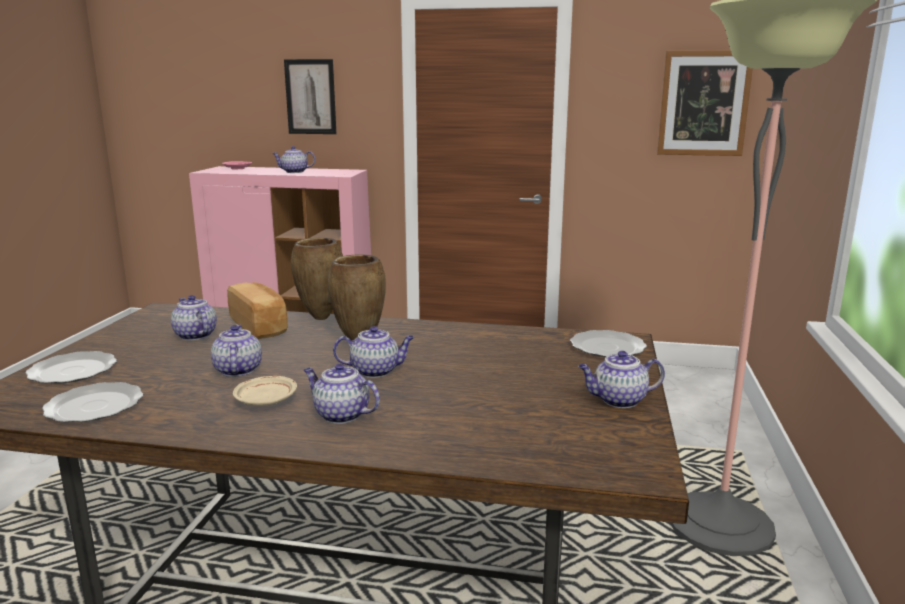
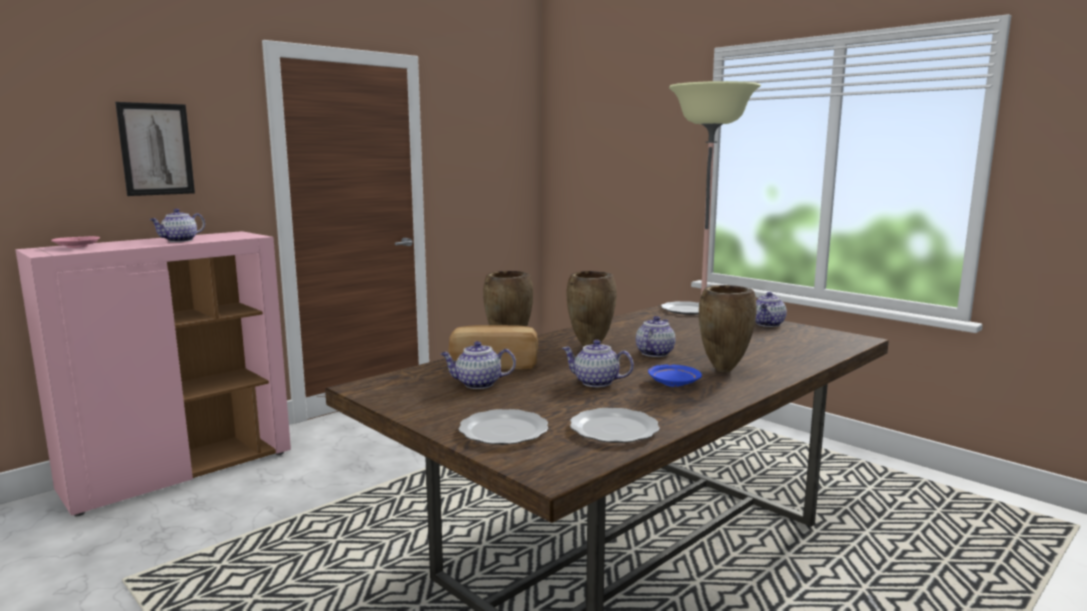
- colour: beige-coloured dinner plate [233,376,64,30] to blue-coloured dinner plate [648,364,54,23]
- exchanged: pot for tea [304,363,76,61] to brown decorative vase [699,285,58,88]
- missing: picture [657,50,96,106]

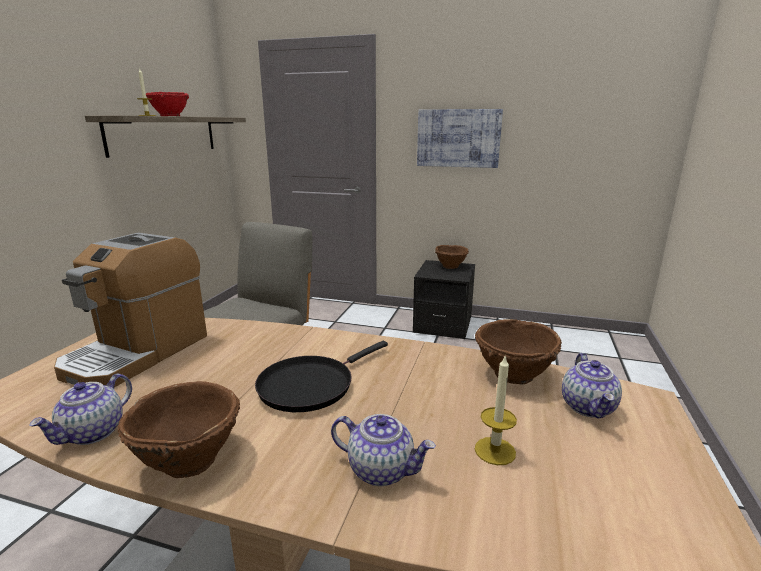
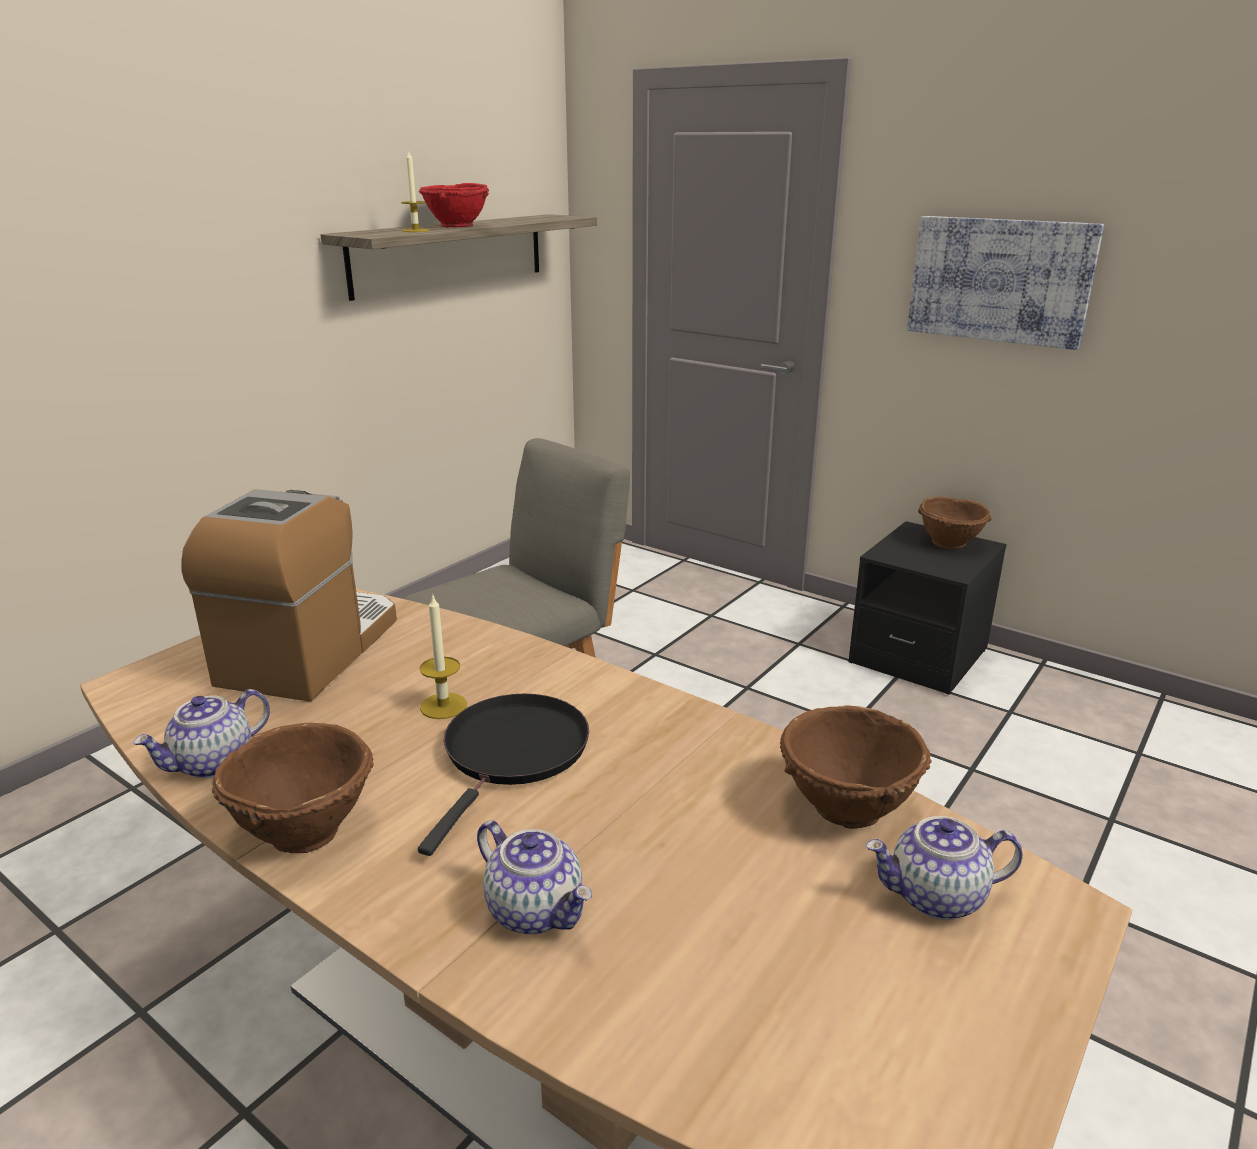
- spun: coffee maker [54,233,153,154] = [182,489,215,213] 150 degrees clockwise
- spun: black-coloured pan [255,341,133,71] = [418,694,171,162] 135 degrees clockwise
- relocated: wax light [475,354,42,111] to [419,594,48,125]
- spun: pot for tea [562,353,60,66] = [866,816,157,104] 60 degrees clockwise

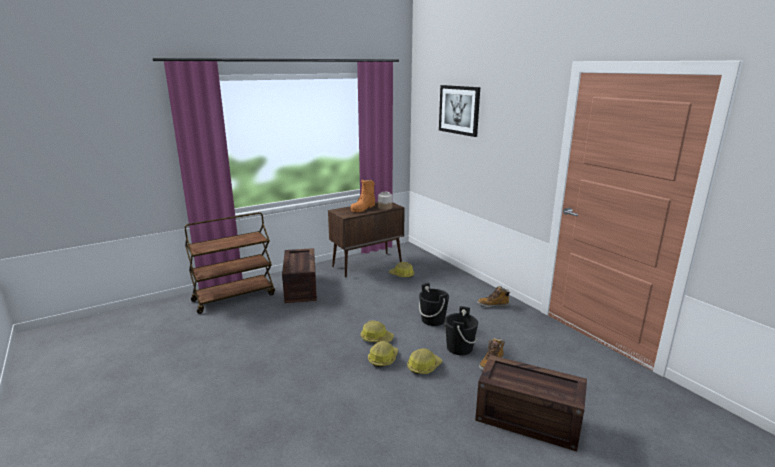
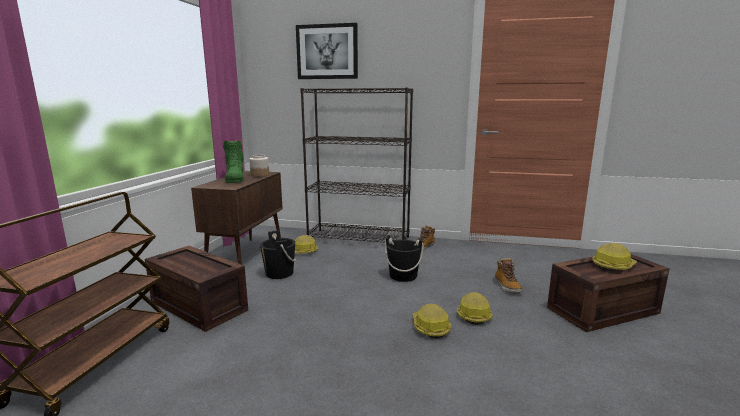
- colour: orange tall boot [351,179,24,33] to green tall boot [223,141,21,42]
- relocated: black-coloured bucket [445,306,33,49] to [260,230,36,49]
- appeared: black-coloured bookcase [300,87,113,155]
- relocated: hard hat [361,320,33,22] to [592,243,45,28]

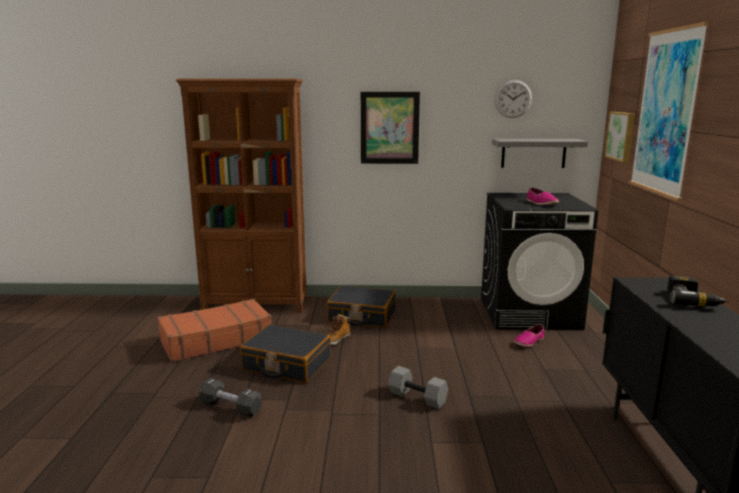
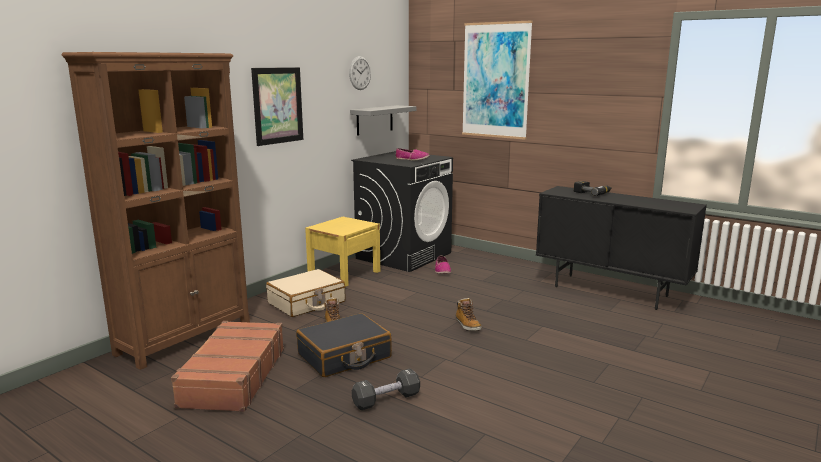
- colour: black-coloured suitcase [327,286,69,42] to beige-coloured suitcase [266,269,80,48]
- appeared: yellowish night table [305,217,75,70]
- exchanged: grey free weight [388,366,60,43] to tall boot [456,298,26,33]
- missing: picture [604,112,31,50]

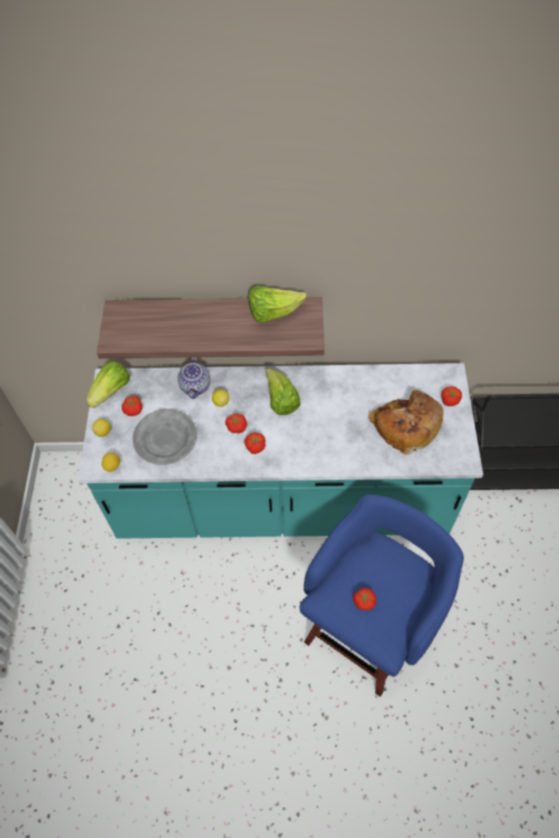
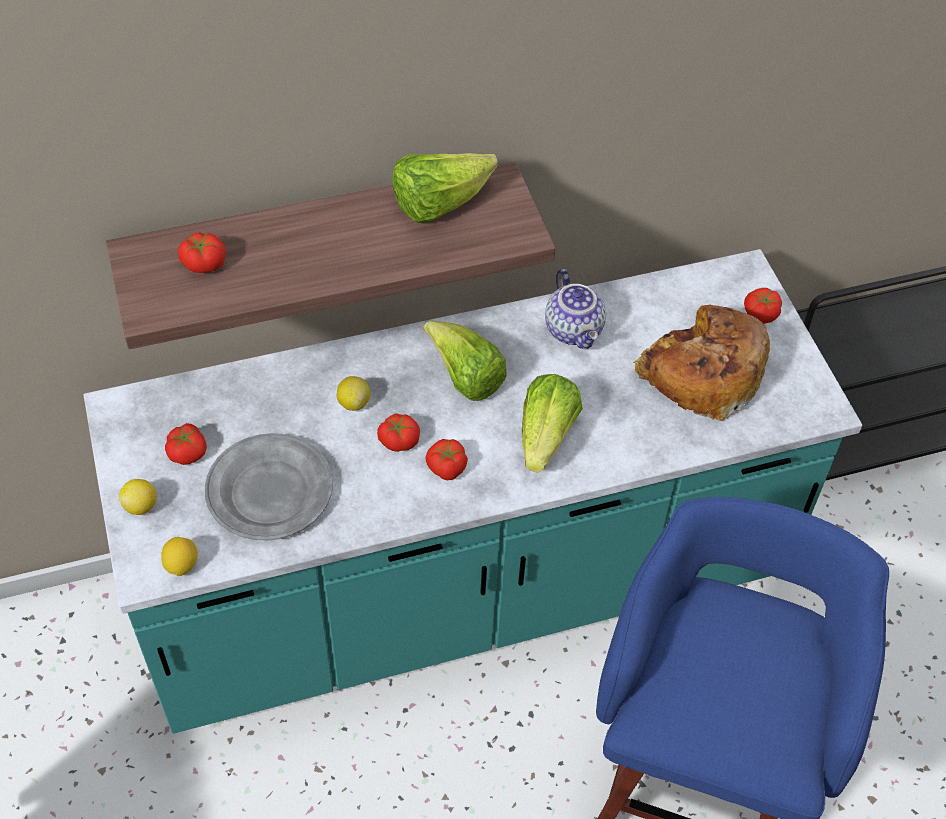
- relocated: whole tomato [353,588,24,22] to [178,232,48,41]
- relocated: lettuce [86,361,44,47] to [522,374,61,98]
- relocated: pot for tea [178,357,32,42] to [545,269,61,80]

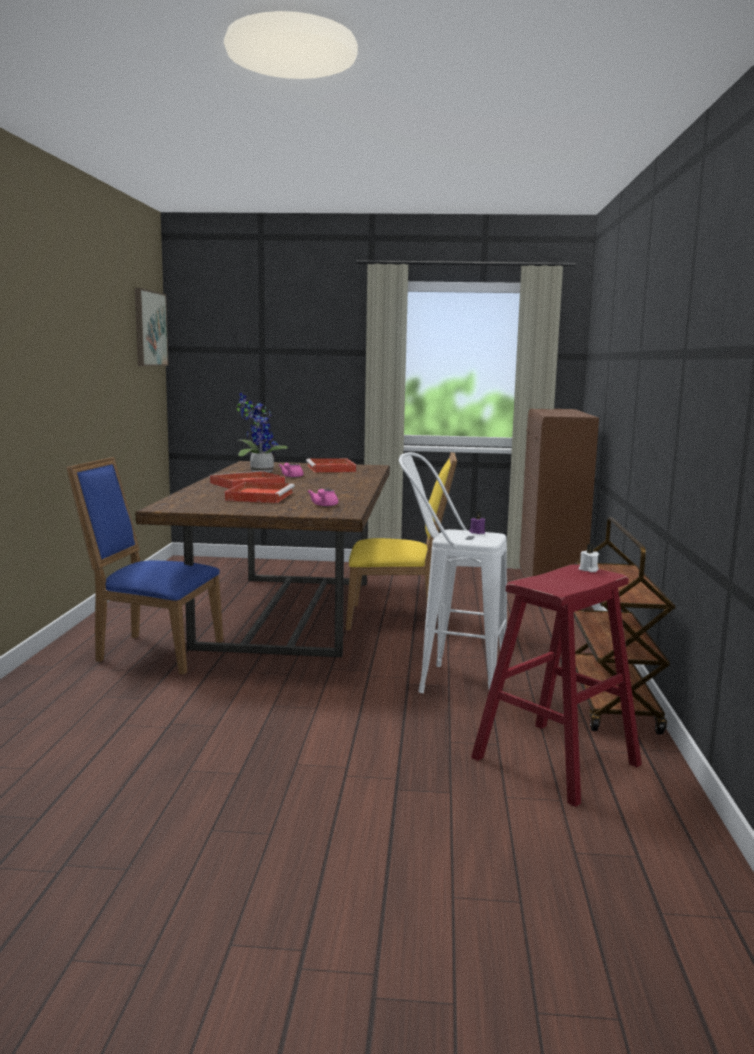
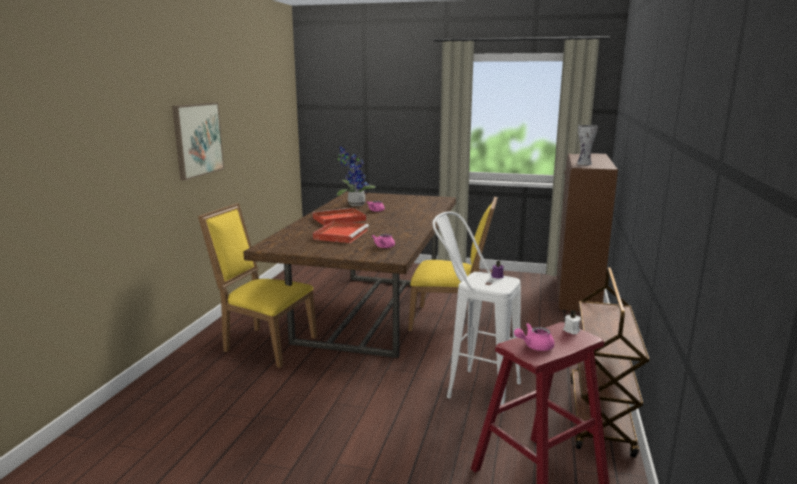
- relocated: picture [135,288,34,78] to [172,102,52,79]
- colour: blue-coloured plain chair [66,457,158,217] to yellowish plain chair [198,203,119,165]
- appeared: pink-coloured pot for tea [514,323,41,28]
- appeared: decorative vase [577,125,21,40]
- missing: red-coloured serving tray [306,458,50,14]

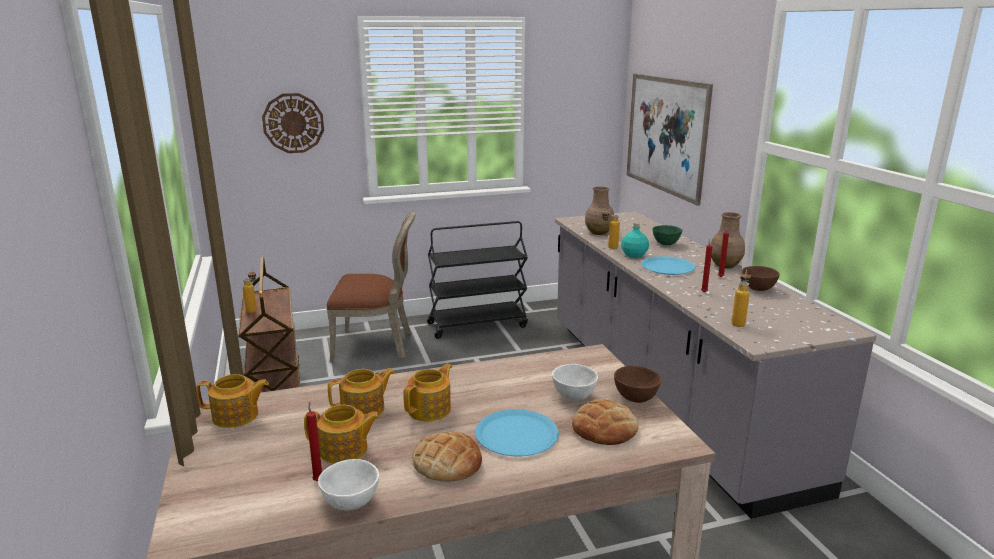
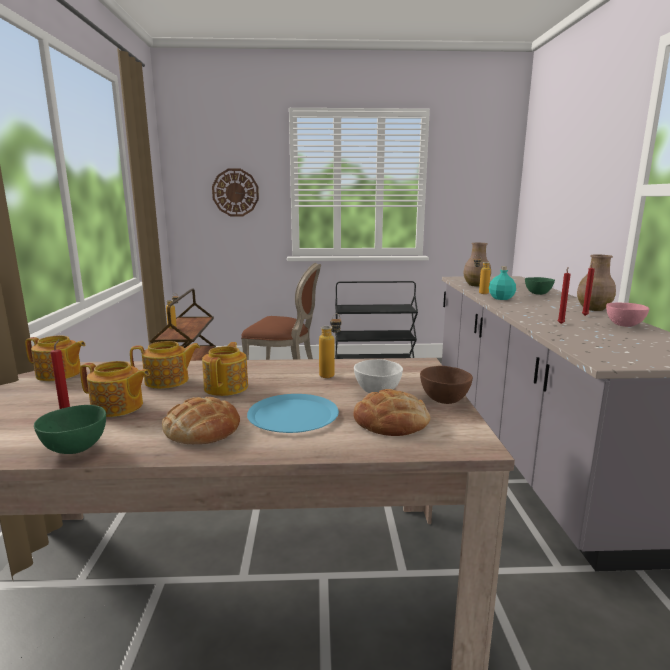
- colour: white bowl [318,459,61,51] to green bowl [34,405,72,49]
- spun: pot for tea [403,364,49,57] = [202,342,46,54] 45 degrees counterclockwise
- relocated: bottle [731,270,20,57] to [319,313,22,65]
- colour: brown bowl [742,266,38,25] to pink-coloured bowl [606,303,43,24]
- missing: picture [626,74,87,132]
- missing: blue-coloured dinner plate [641,256,55,19]

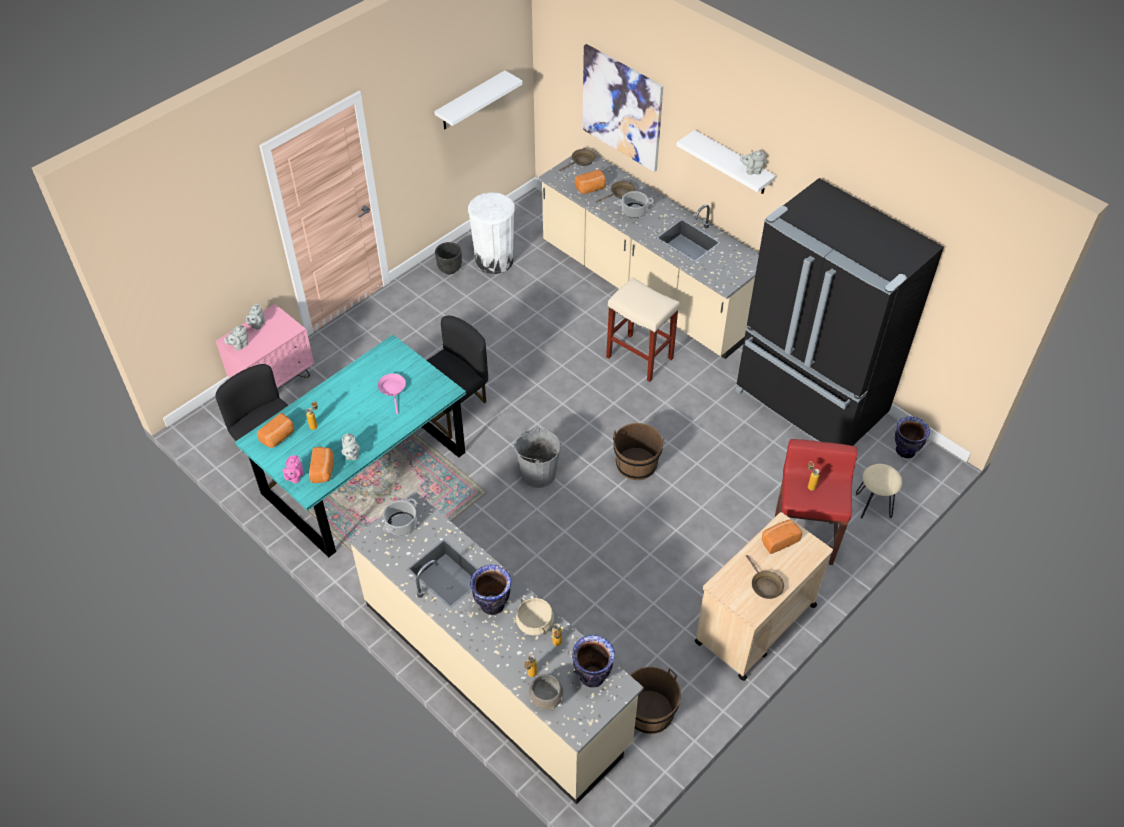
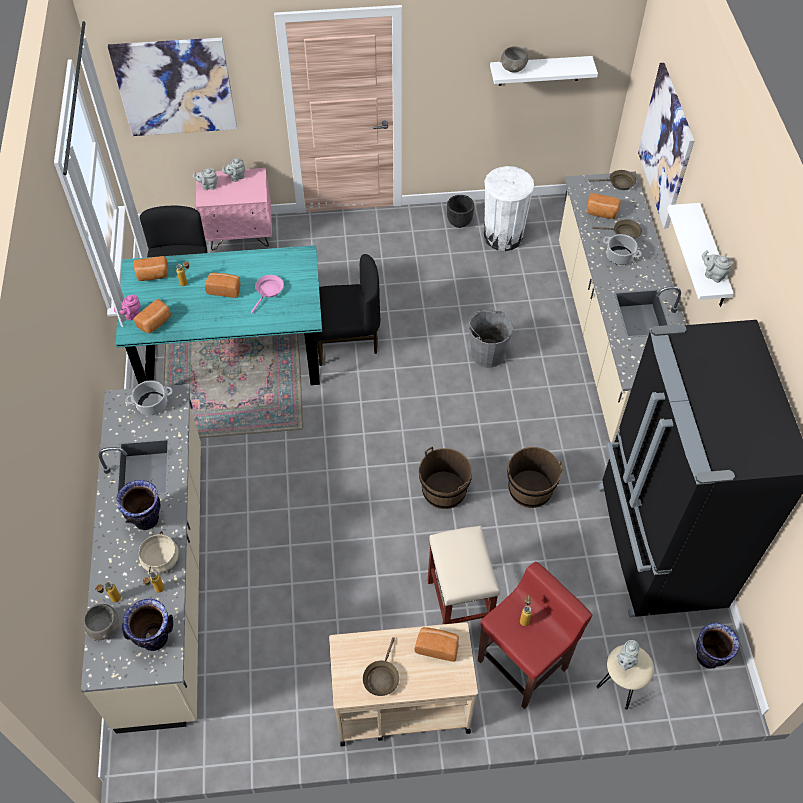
- appeared: picture [108,38,129,98]
- appeared: bread [205,273,36,25]
- relocated: beige-coloured stool seat [606,277,74,105] to [428,526,72,98]
- relocated: grey bucket [513,427,48,61] to [469,310,44,58]
- appeared: grey bowl [500,46,28,27]
- relocated: brown bucket [630,667,51,67] to [507,447,56,61]
- relocated: grey pot for tea [341,433,19,27] to [617,640,23,31]

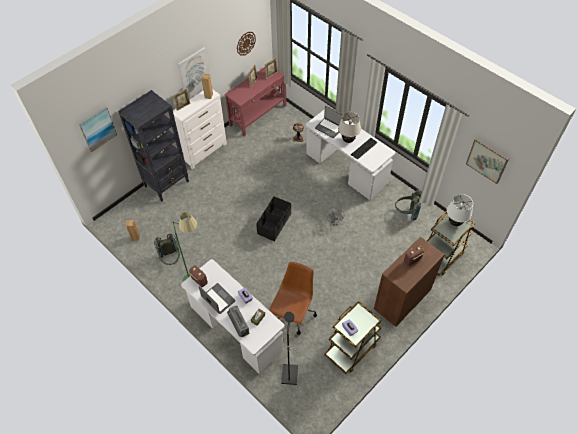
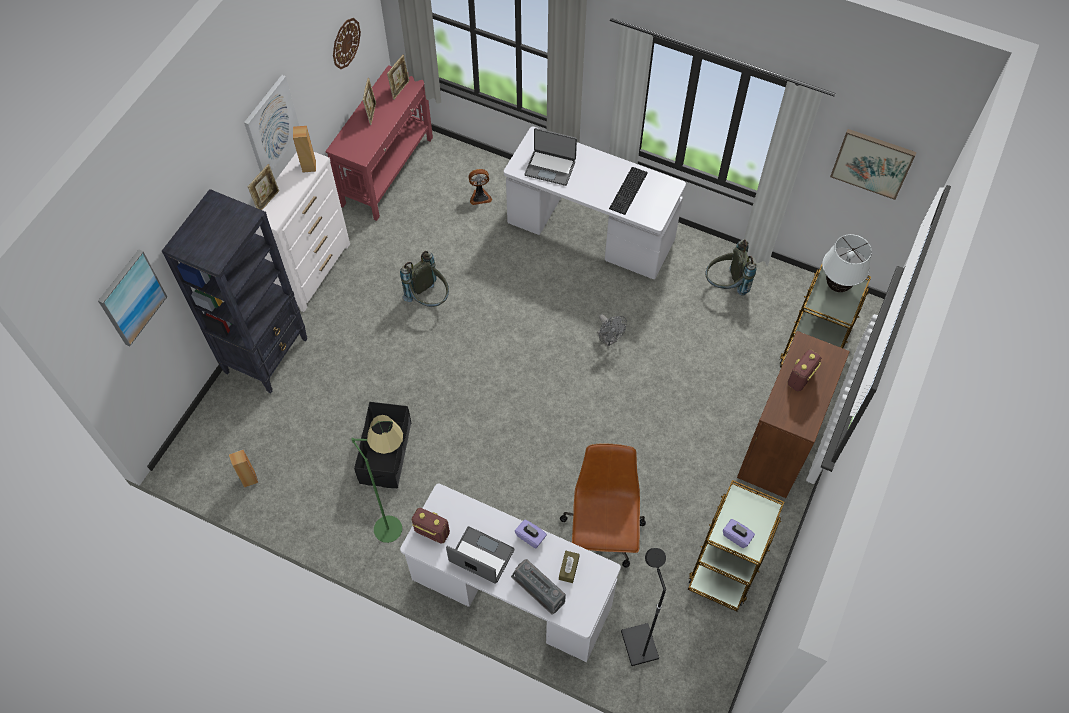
- relocated: black-coloured storage box [256,196,35,45] to [354,402,58,86]
- relocated: grey backpack [154,234,26,31] to [400,251,49,56]
- missing: beige-coloured table lamp [338,112,23,31]

